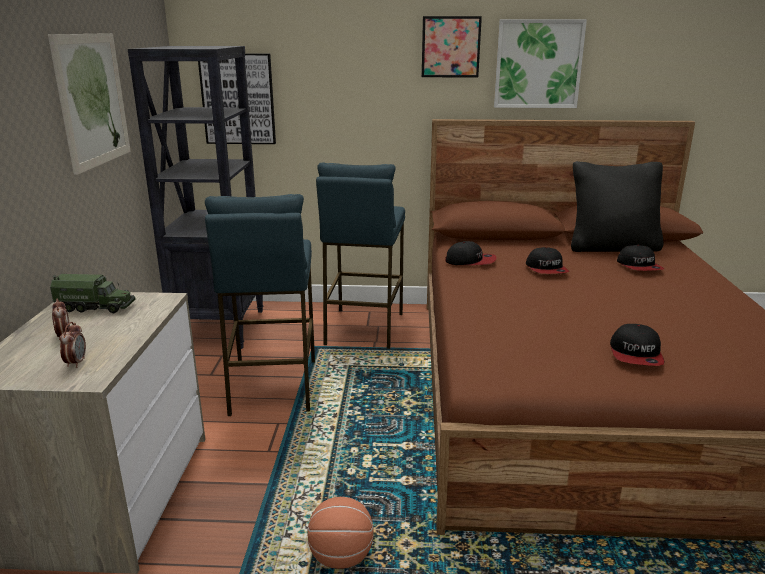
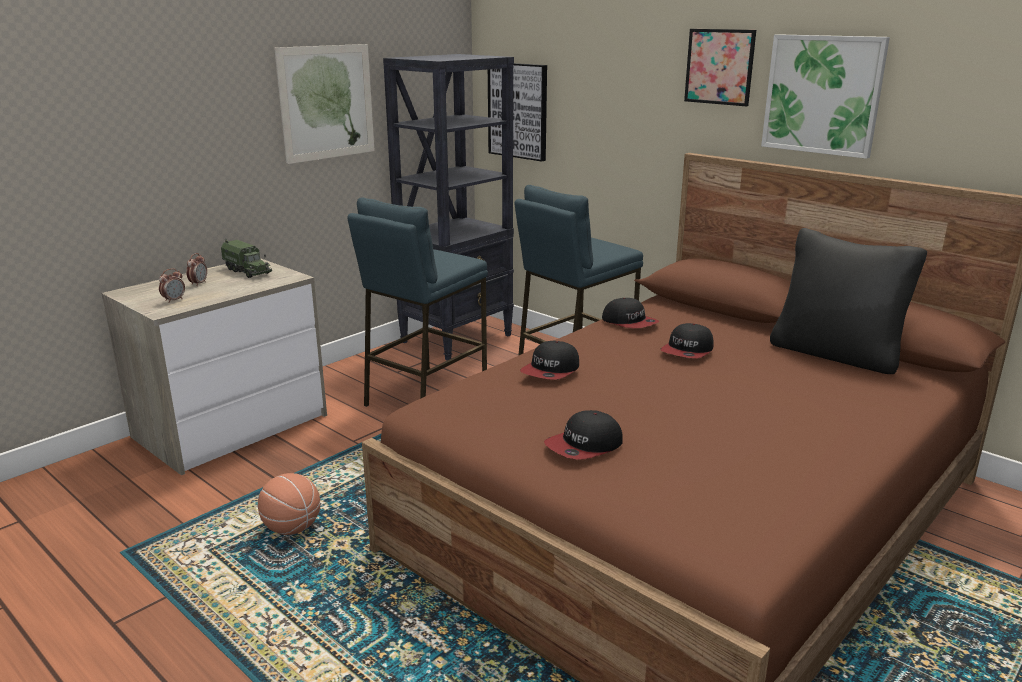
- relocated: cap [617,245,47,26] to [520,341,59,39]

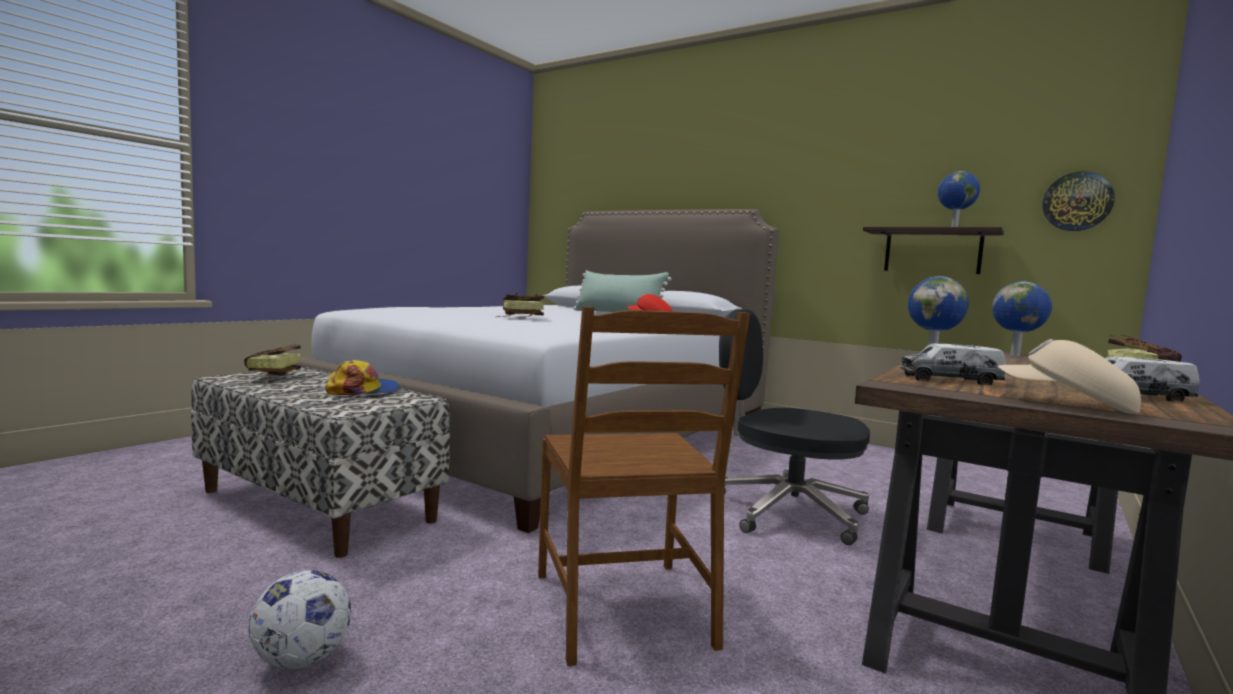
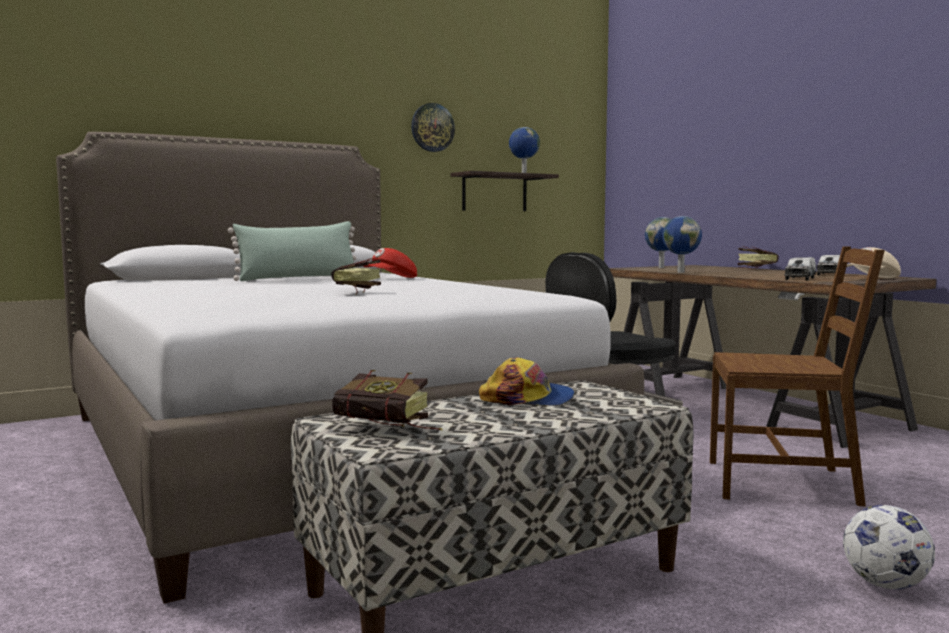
- relocated: hanging clock [1043,171,72,60] to [411,103,44,49]
- spun: cap [325,360,74,36] = [479,357,96,49] 105 degrees clockwise

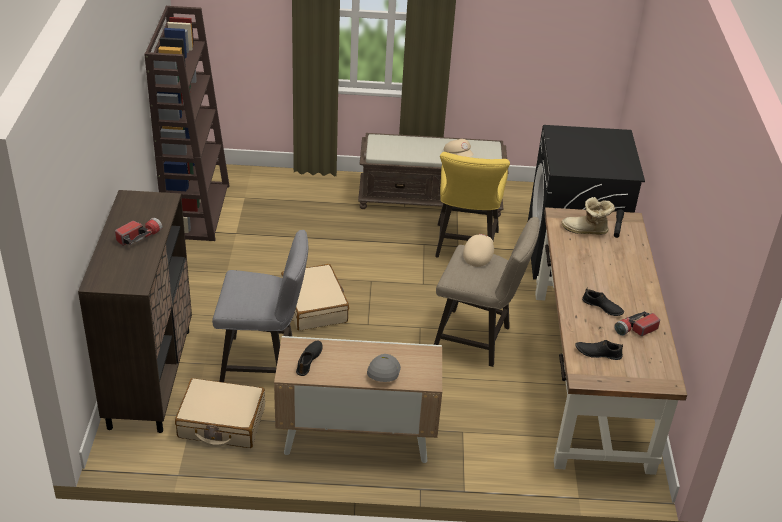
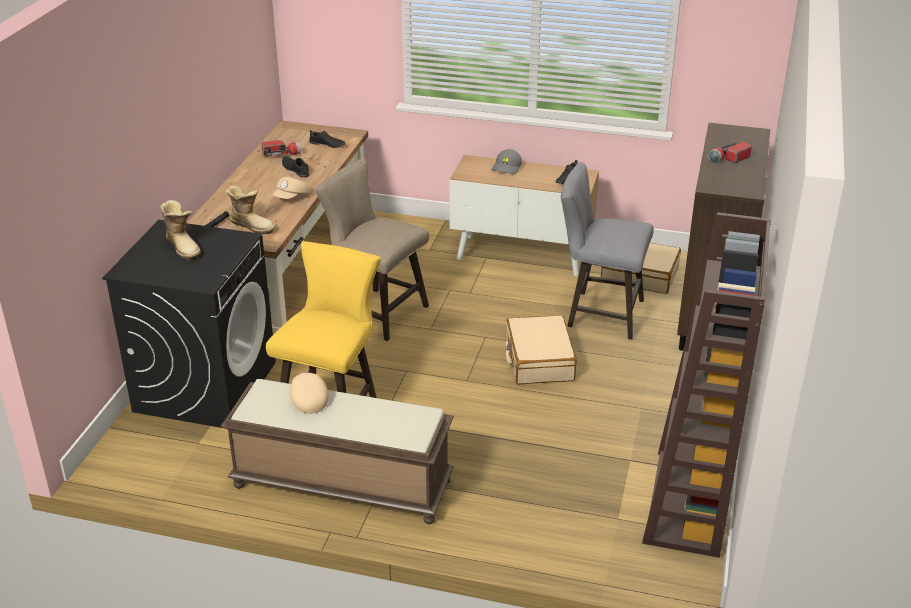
- appeared: tall boot [160,200,41,60]
- relocated: beige-coloured cap [463,234,31,33] to [272,177,38,22]

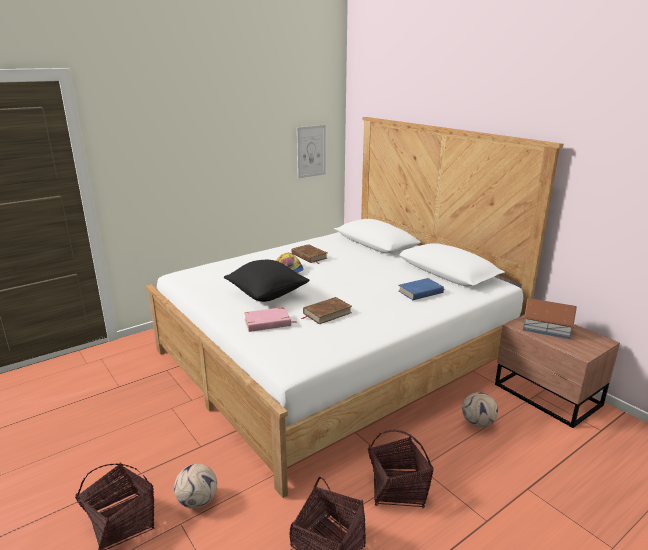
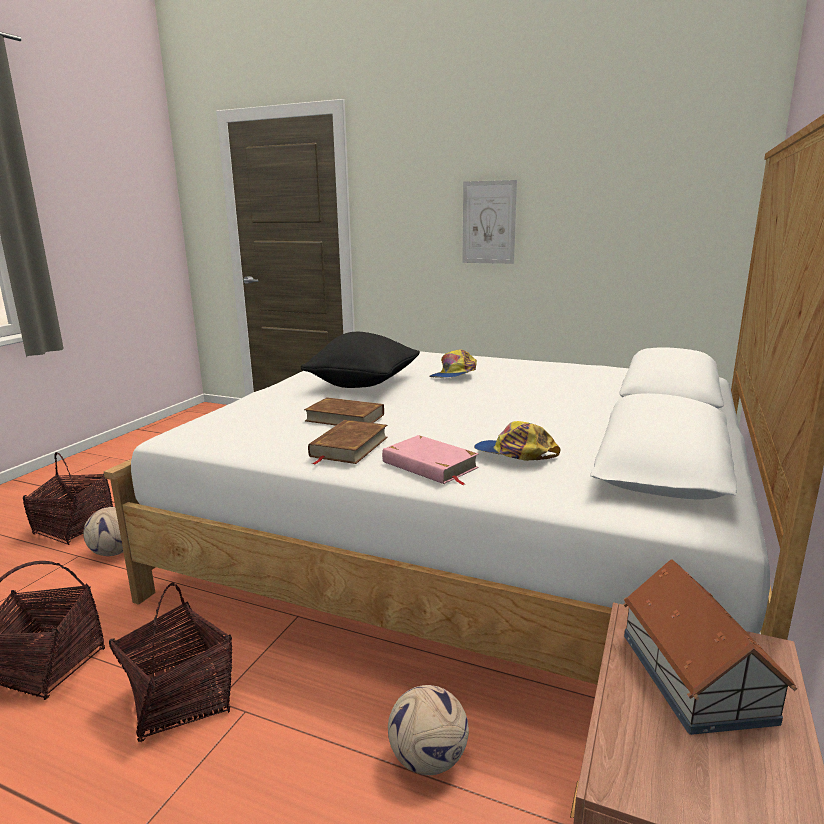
- relocated: brown book [292,244,35,20] to [308,420,80,45]
- relocated: pink-coloured book [244,307,53,25] to [382,435,97,50]
- relocated: picture [297,125,28,54] to [462,180,55,84]
- exchanged: blue-coloured book [399,278,45,22] to cap [474,421,86,40]

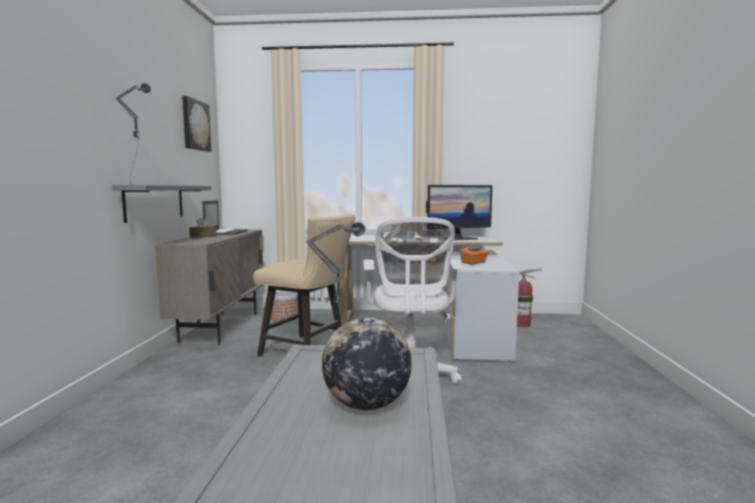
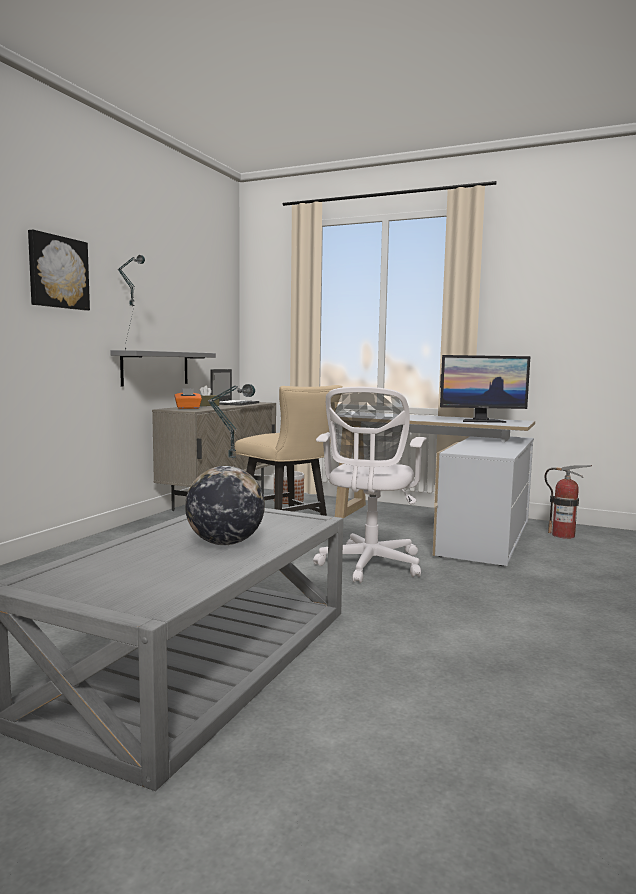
- relocated: picture [182,96,30,56] to [28,230,62,80]
- relocated: orange tissue box [460,243,28,21] to [174,388,28,21]

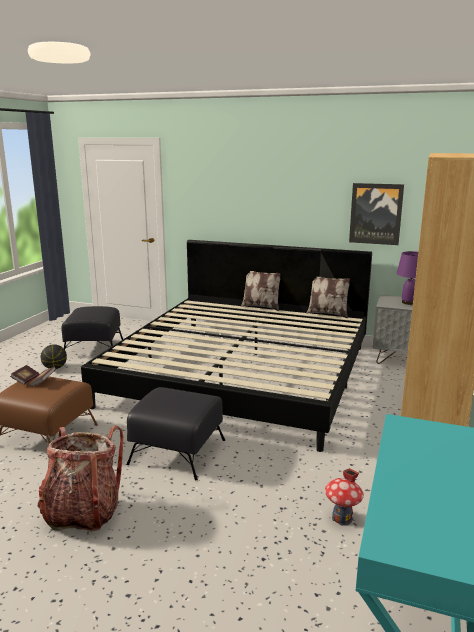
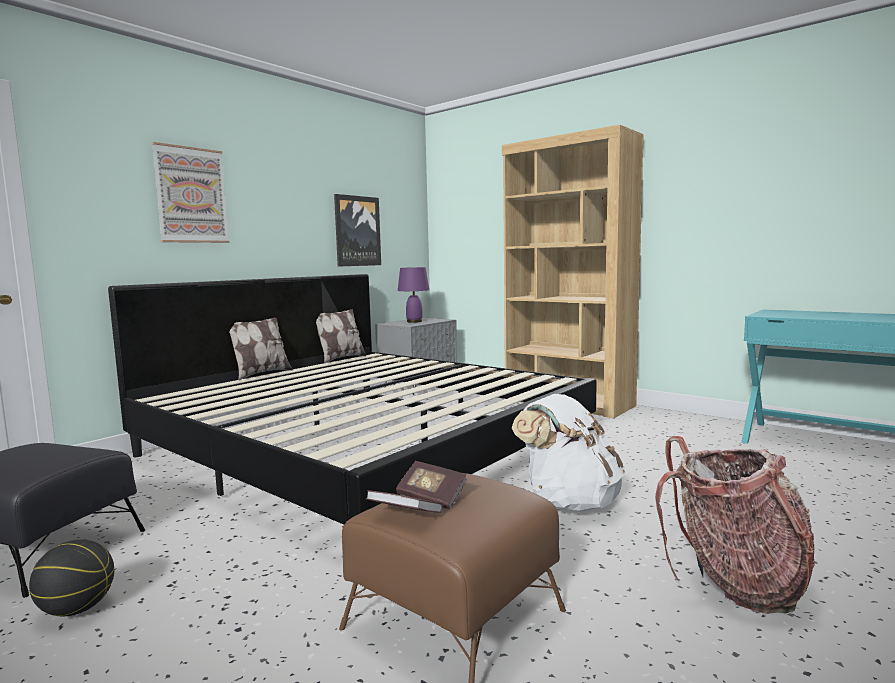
- appeared: picture [152,142,77,101]
- exchanged: black-coloured pouffe [126,387,99,93] to white backpack [512,394,113,118]
- missing: toy house [325,468,39,58]

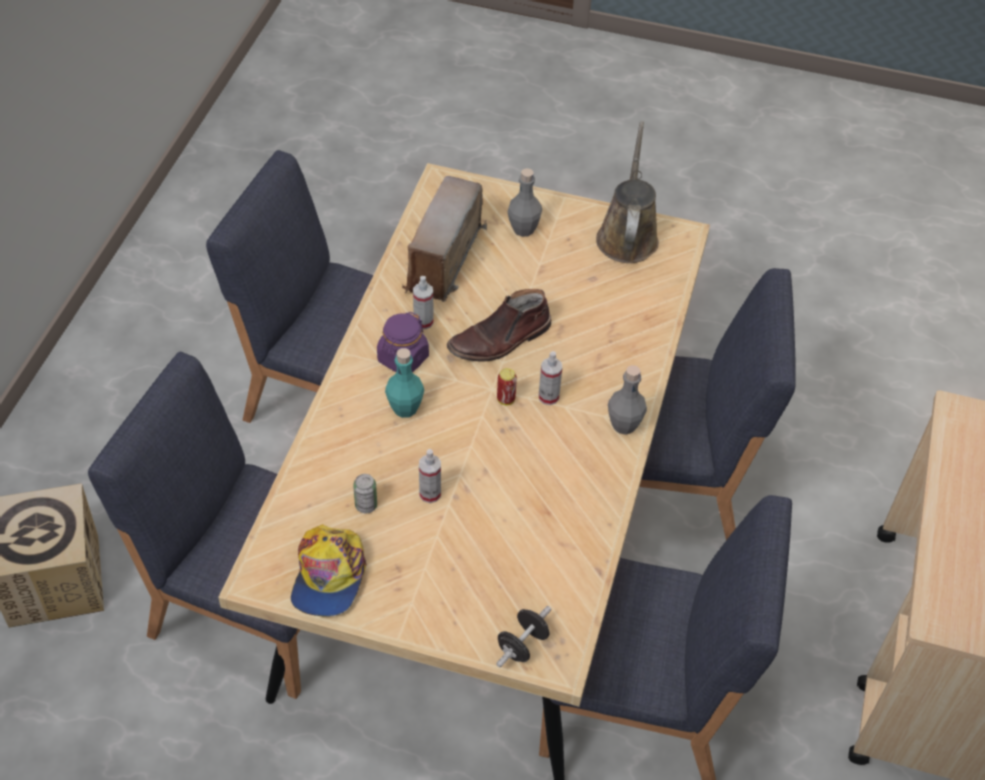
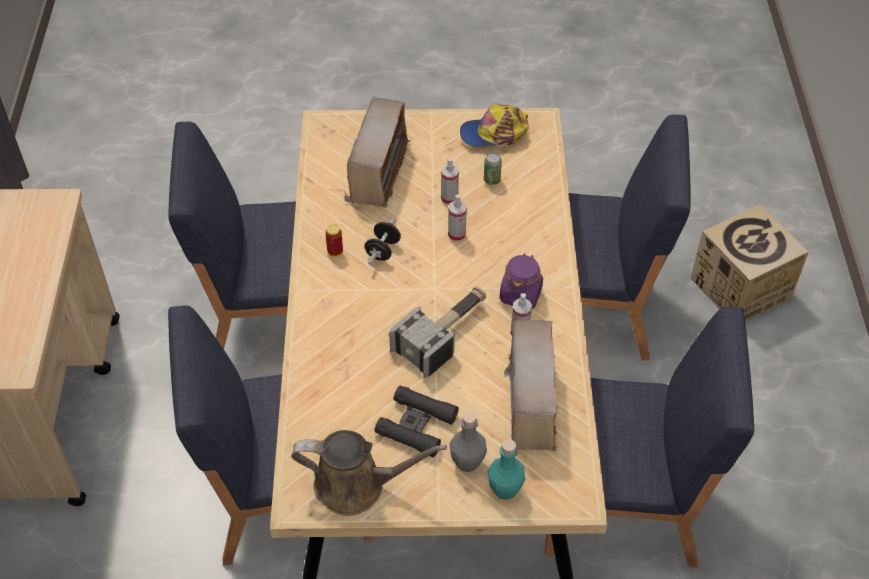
- spun: brown watering can [596,121,63,142] = [291,430,156,86] 75 degrees counterclockwise
- relocated: can [497,368,20,37] to [325,225,18,32]
- appeared: radio [344,96,67,112]
- relocated: black-coloured free weight [496,606,55,61] to [364,218,37,47]
- appeared: black-coloured binoculars [375,386,84,71]
- exchanged: brown tall boot [447,289,104,73] to hammer [389,287,97,91]
- relocated: sprayer [539,351,23,54] to [448,194,19,48]
- spun: cap [291,524,76,92] = [460,104,69,43] 90 degrees counterclockwise
- relocated: blue-green bottle [385,348,39,70] to [488,439,37,61]
- missing: grey bottle [608,365,39,70]

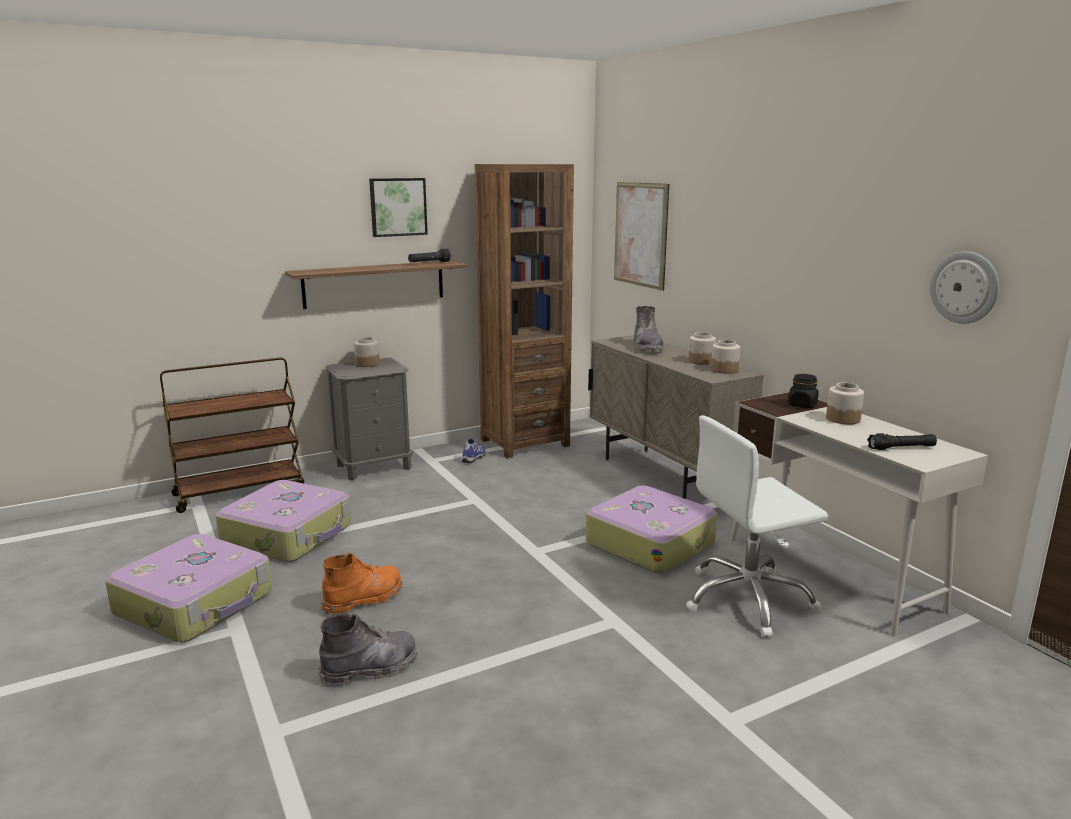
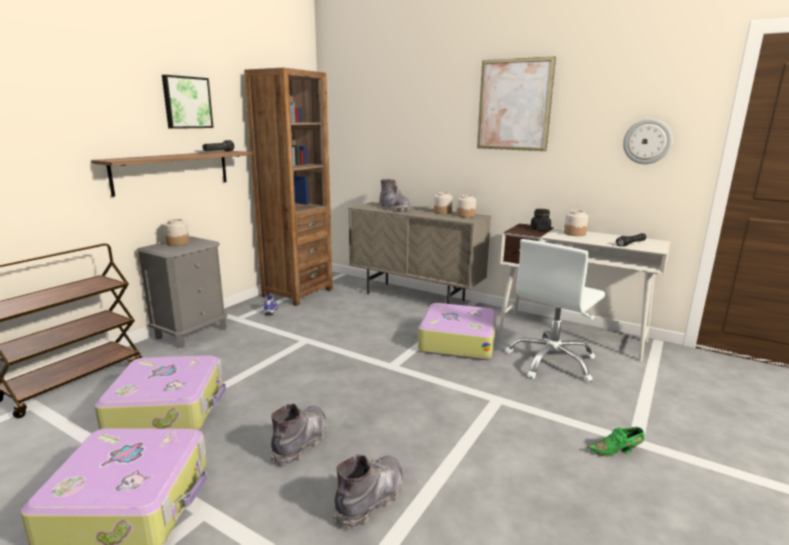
- colour: orange tall boot [321,553,81,62] to grey tall boot [271,403,56,63]
- relocated: picture [614,182,55,109] to [477,56,79,95]
- appeared: green low shoe [587,427,58,29]

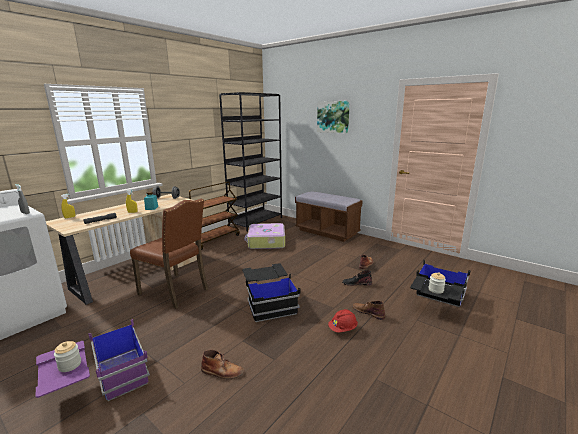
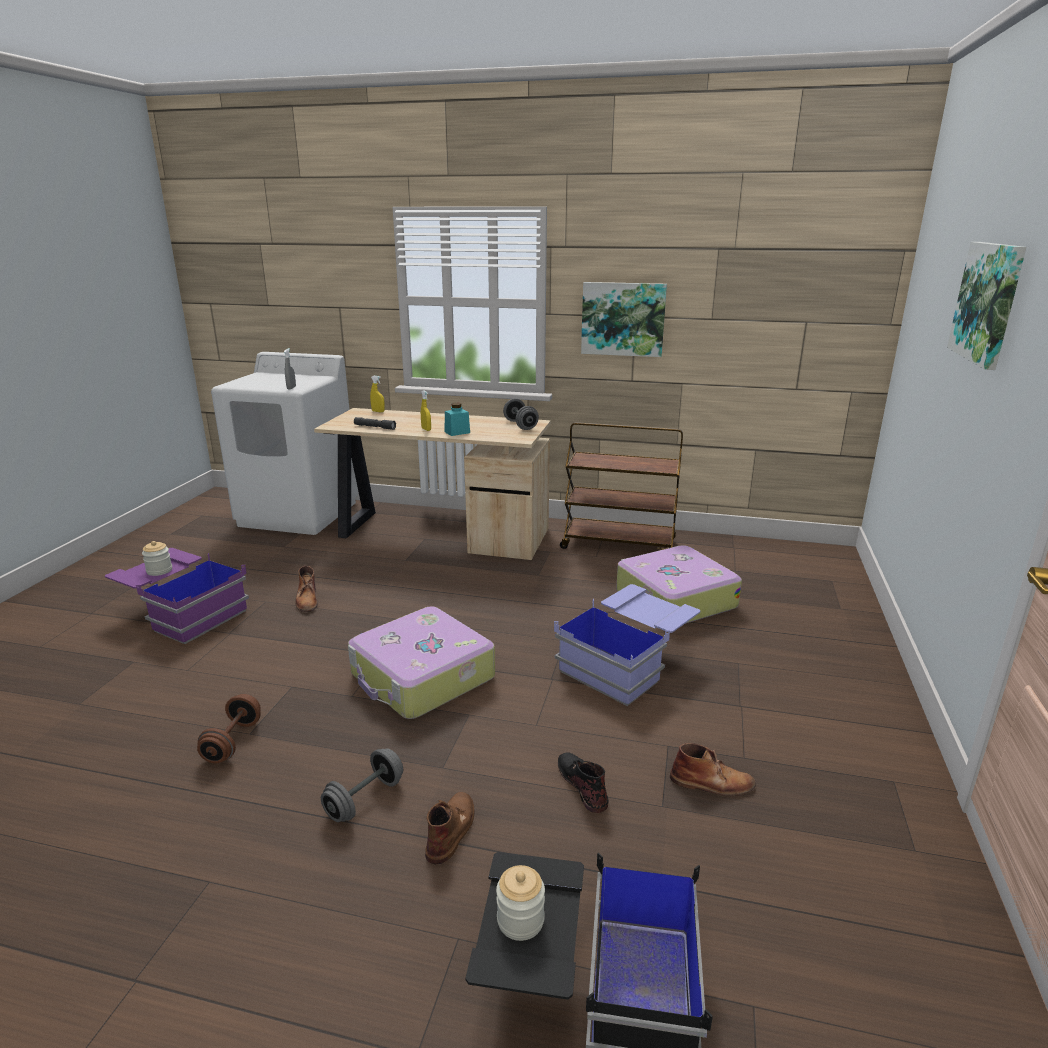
- appeared: brown free weight [197,694,64,69]
- relocated: brown tall boot [201,350,43,29] to [295,566,23,46]
- exchanged: red-coloured hard hat [328,309,30,23] to grey free weight [321,748,82,74]
- exchanged: black-coloured storage box [242,263,59,59] to suitcase [348,606,147,113]
- appeared: blue-coloured storage box [554,584,146,122]
- appeared: picture [581,282,86,75]
- missing: brown plain chair [130,199,78,109]
- missing: black-coloured bookcase [219,92,63,140]
- missing: brown bench [295,191,68,51]

